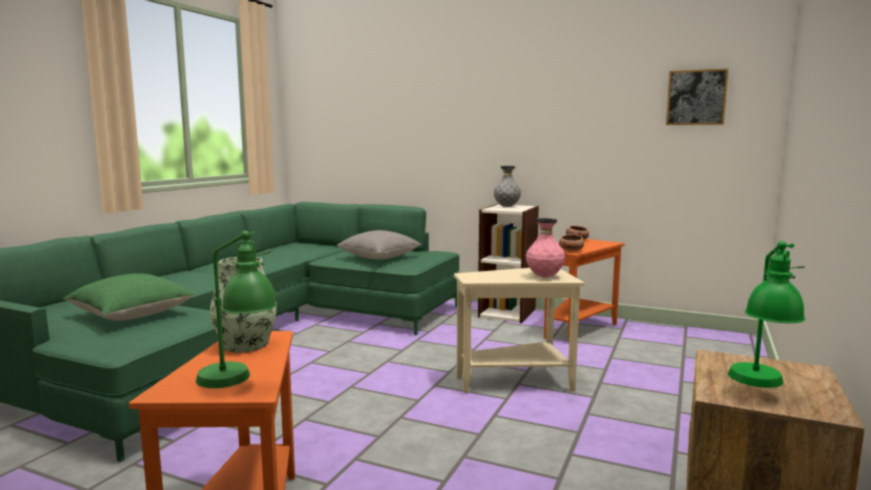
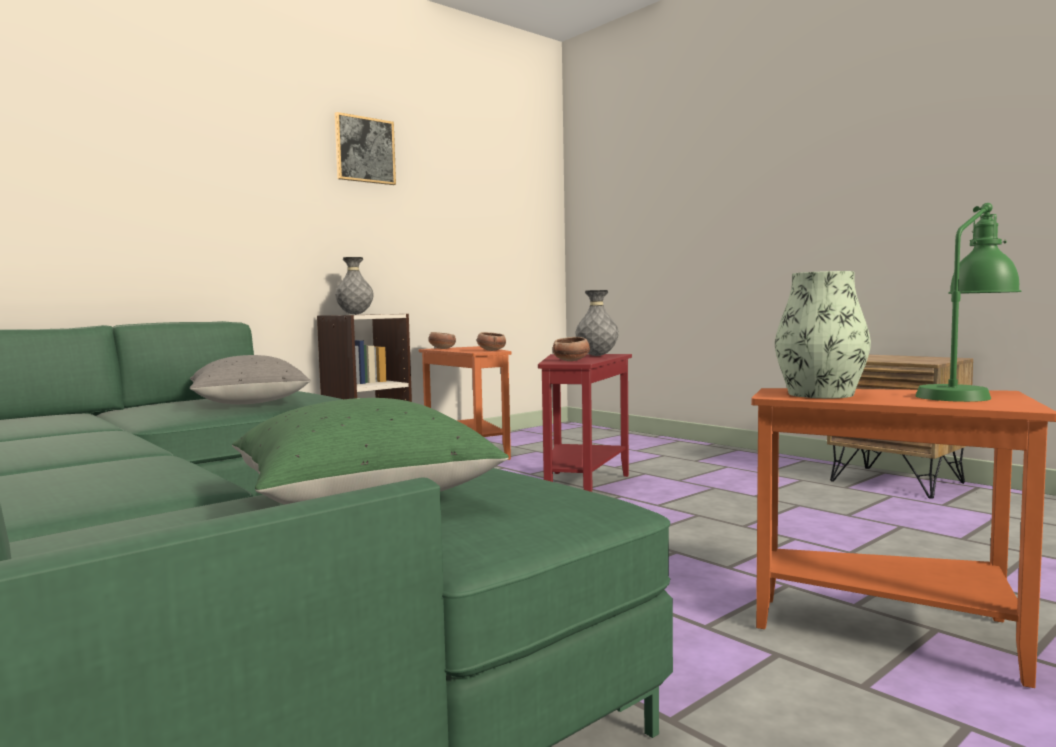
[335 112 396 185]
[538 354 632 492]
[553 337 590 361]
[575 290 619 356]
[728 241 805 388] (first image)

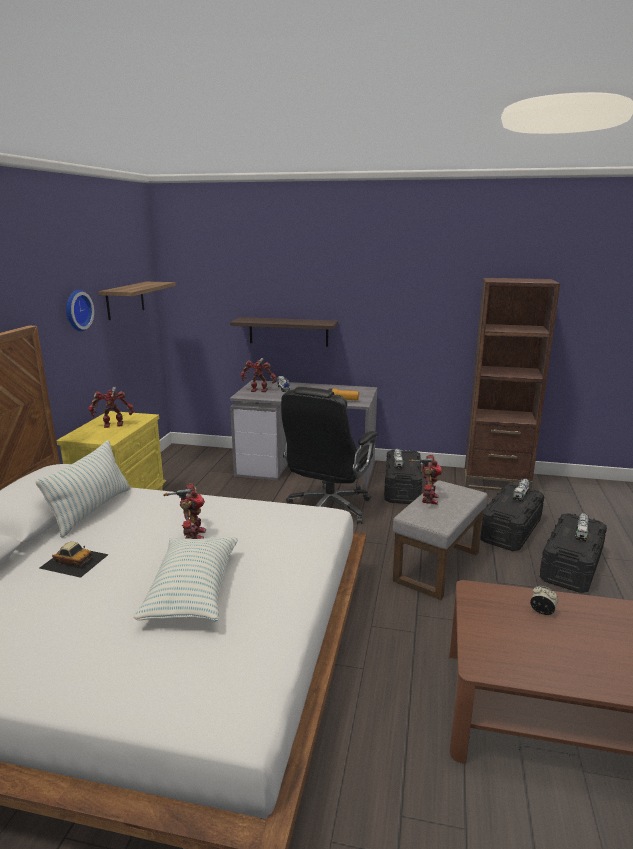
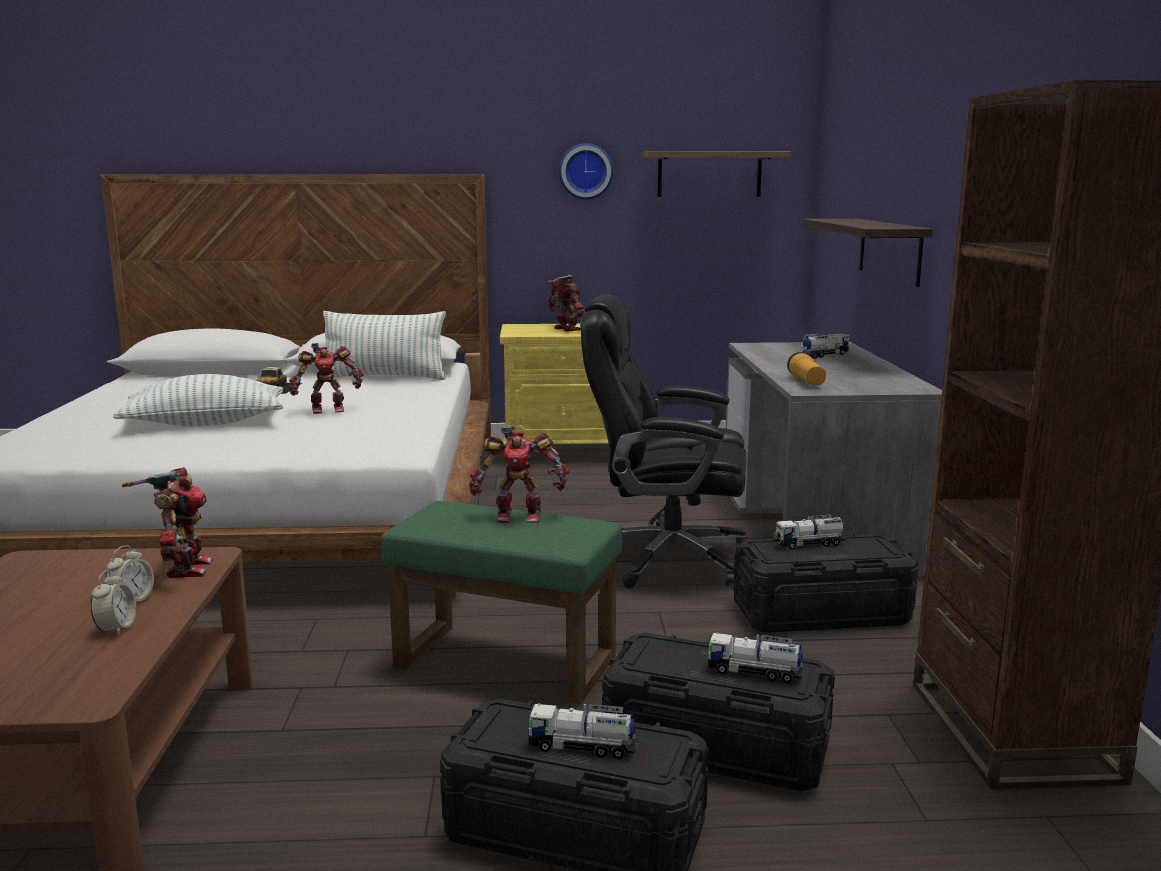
[90 570 137 636]
[122 467 213 578]
[381 501 622 704]

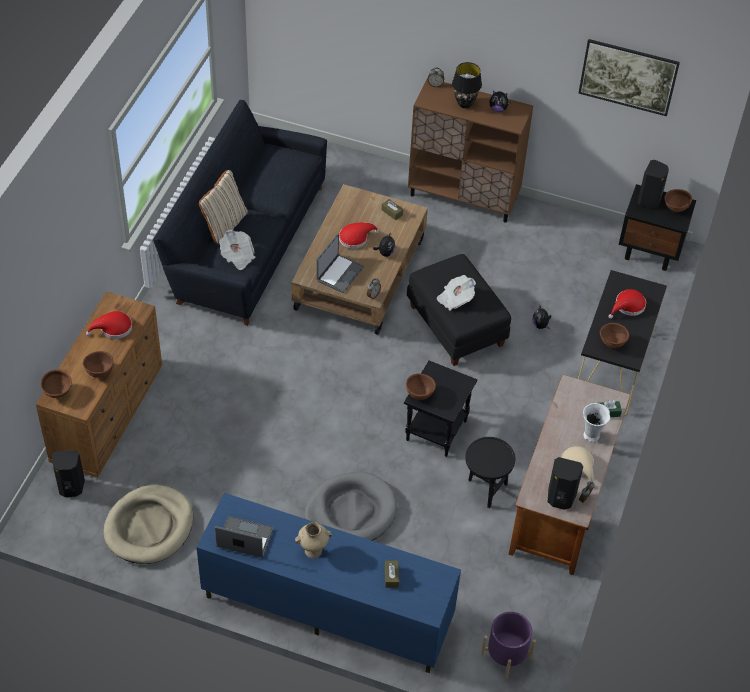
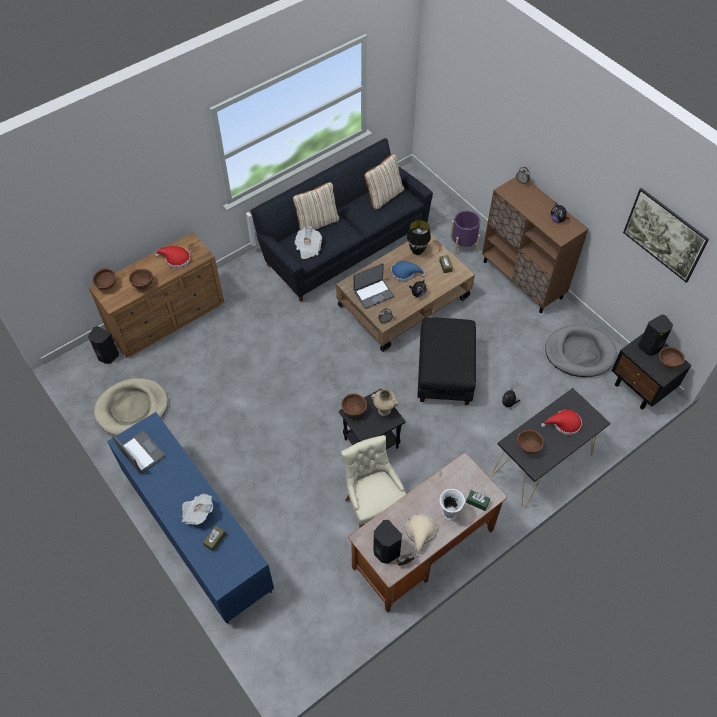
[182 493 213 525]
[341 435 406 528]
[364 154 404 210]
[371 389 399 416]
[391 261 425 282]
[407 220 431 255]
[450 211 480 254]
[545 325 617 377]

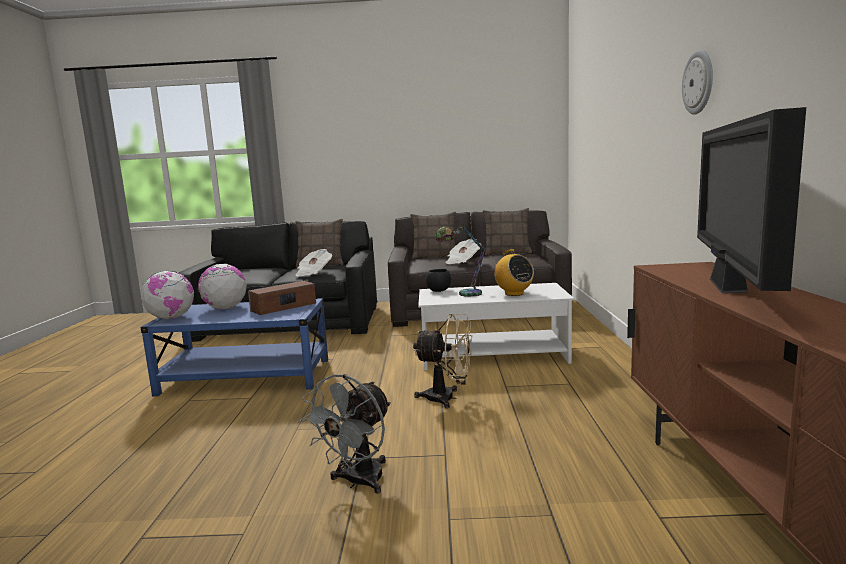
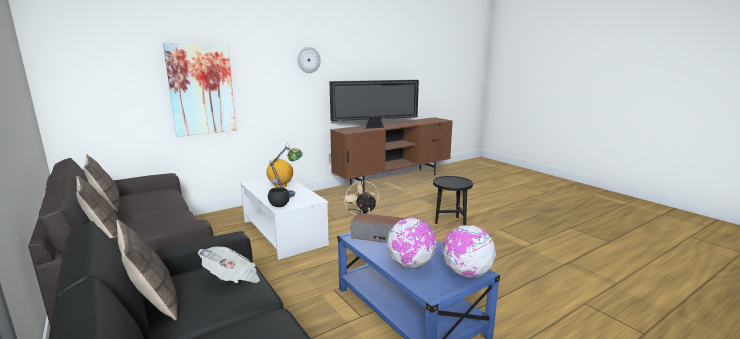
[163 43 236 137]
[433 176 473 226]
[445 239 482 264] (first image)

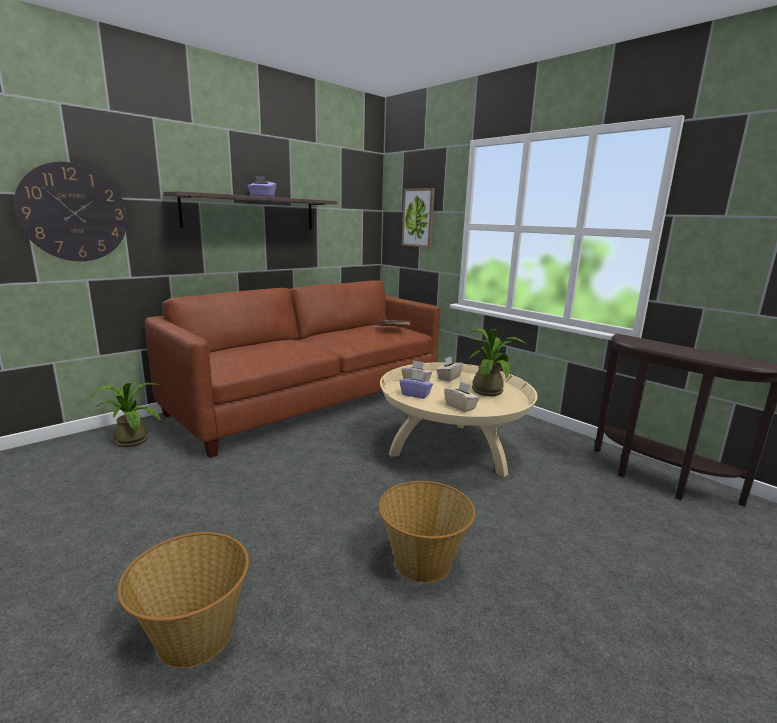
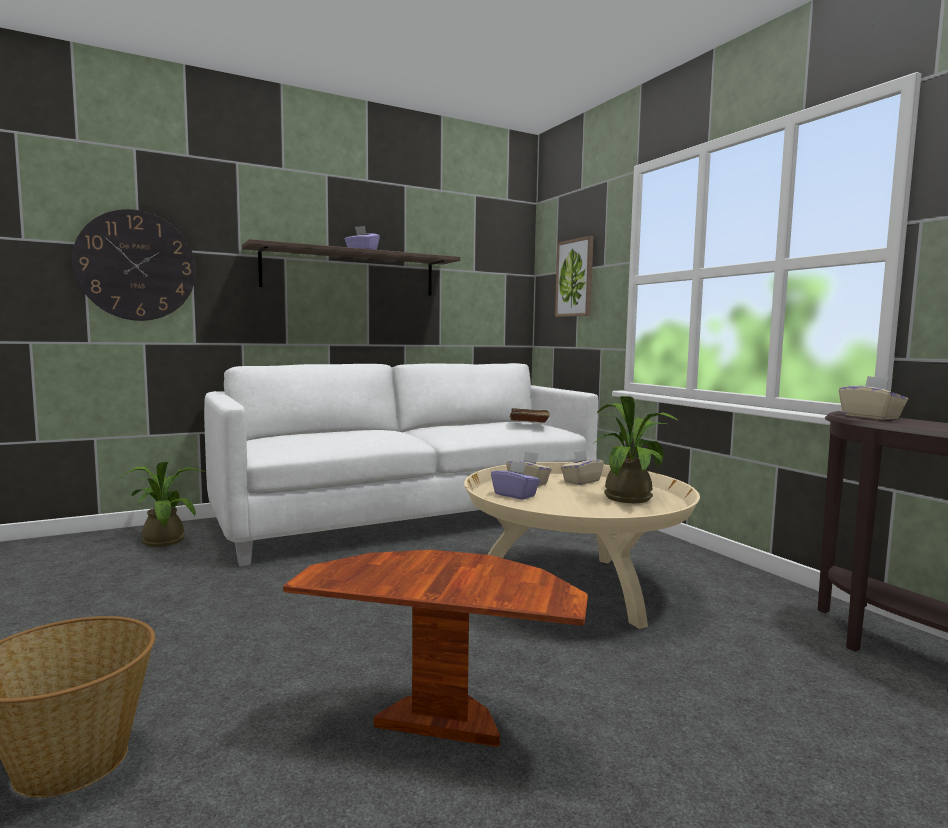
[204 363 598 567]
[283 550 588 747]
[839 376 908 420]

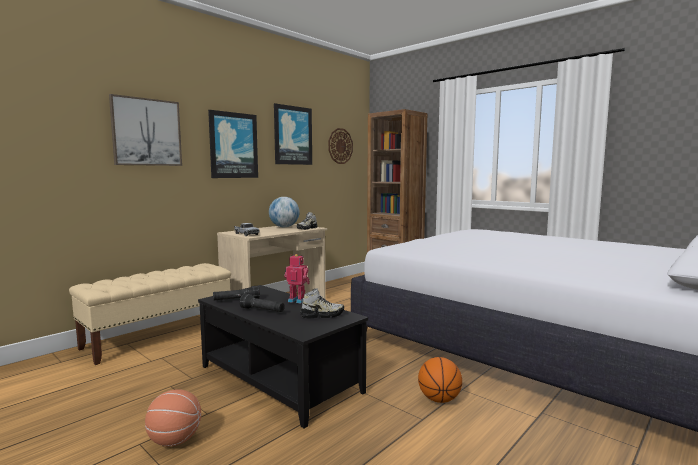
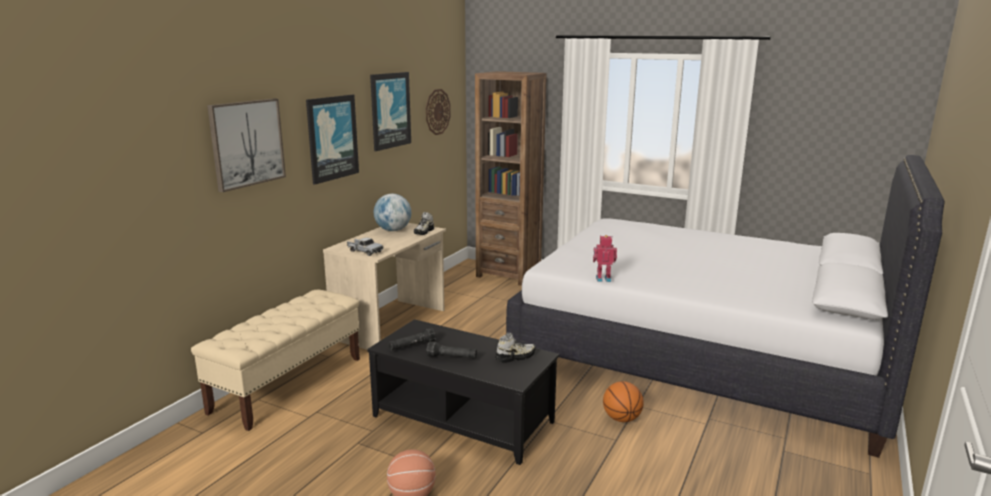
[593 235 617 282]

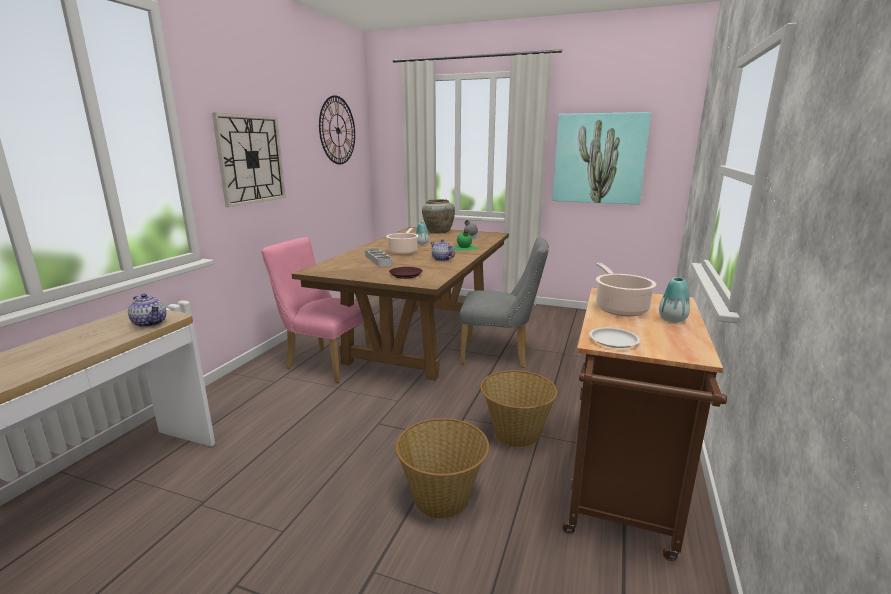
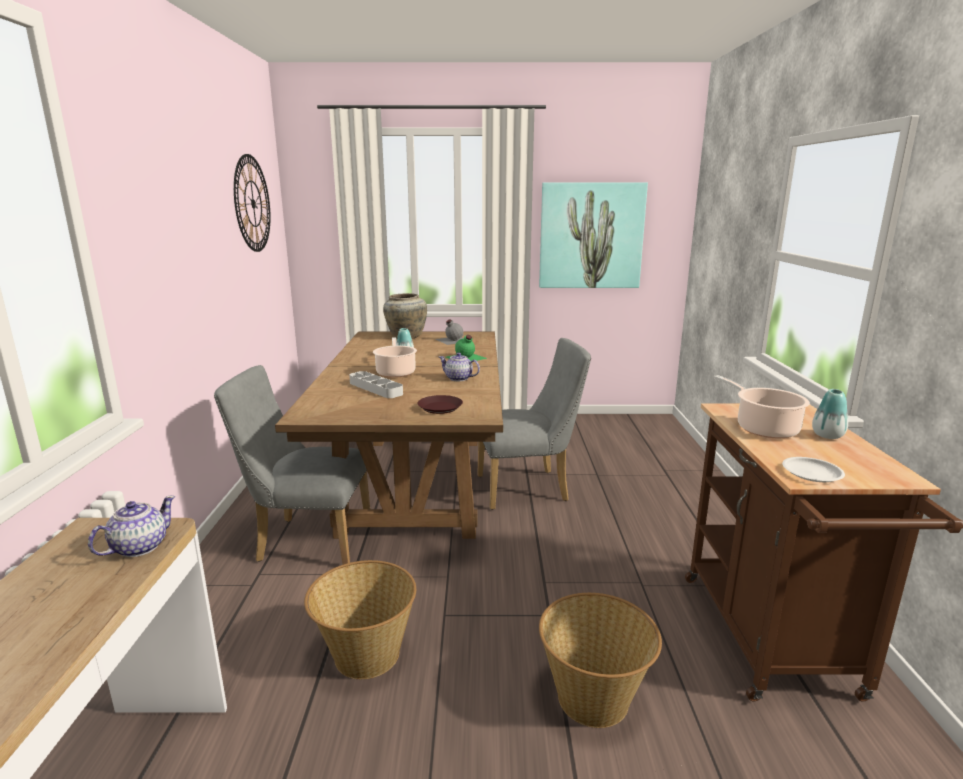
[88 496 175 557]
[214 365 370 565]
[304 560 416 679]
[212 113 286 207] (first image)

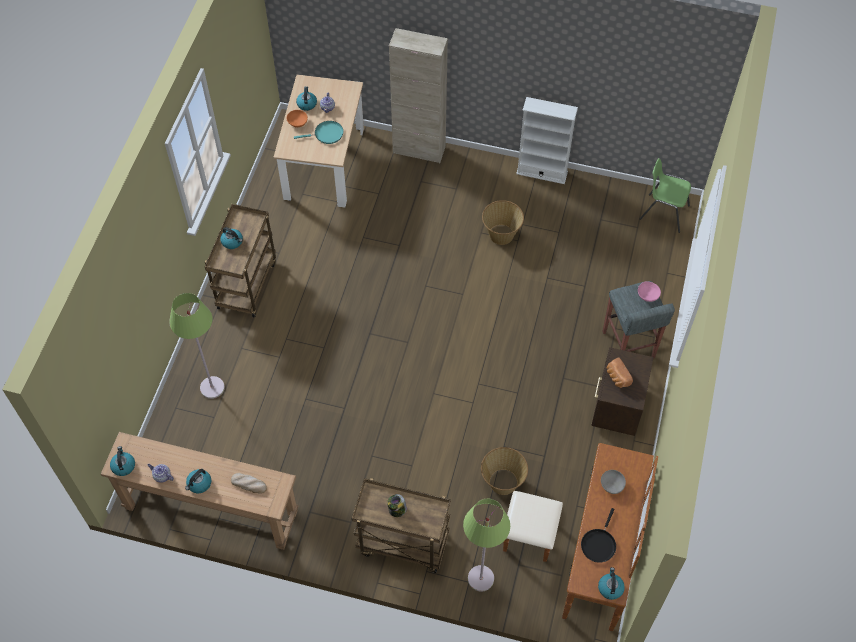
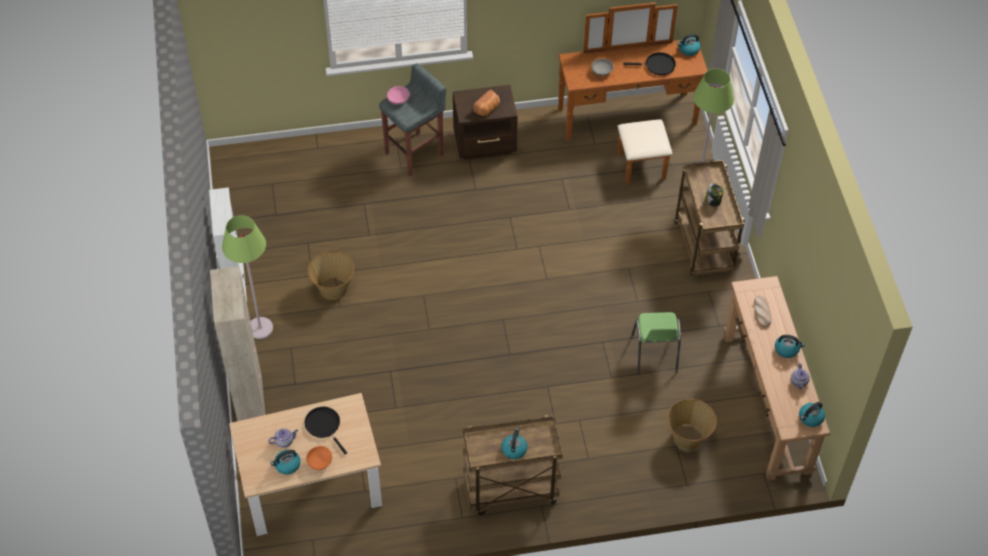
[222 215 273 339]
[304 407 347 454]
[632 312 681 375]
[667 399 717 450]

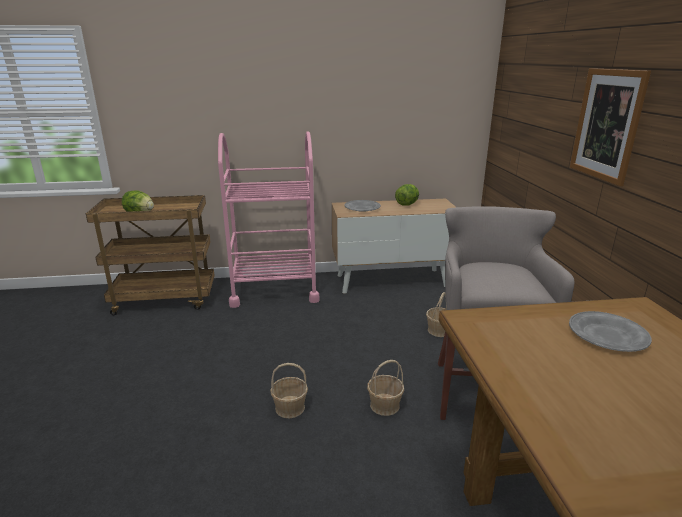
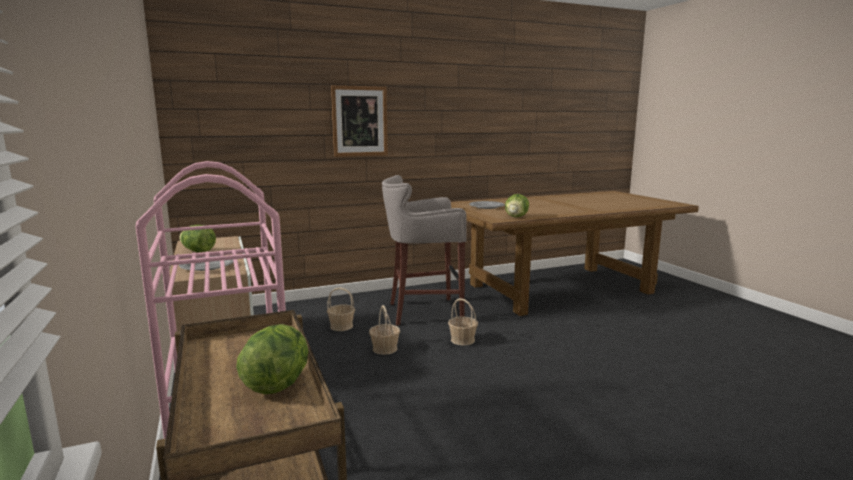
[369 305 400 355]
[505 194 529 217]

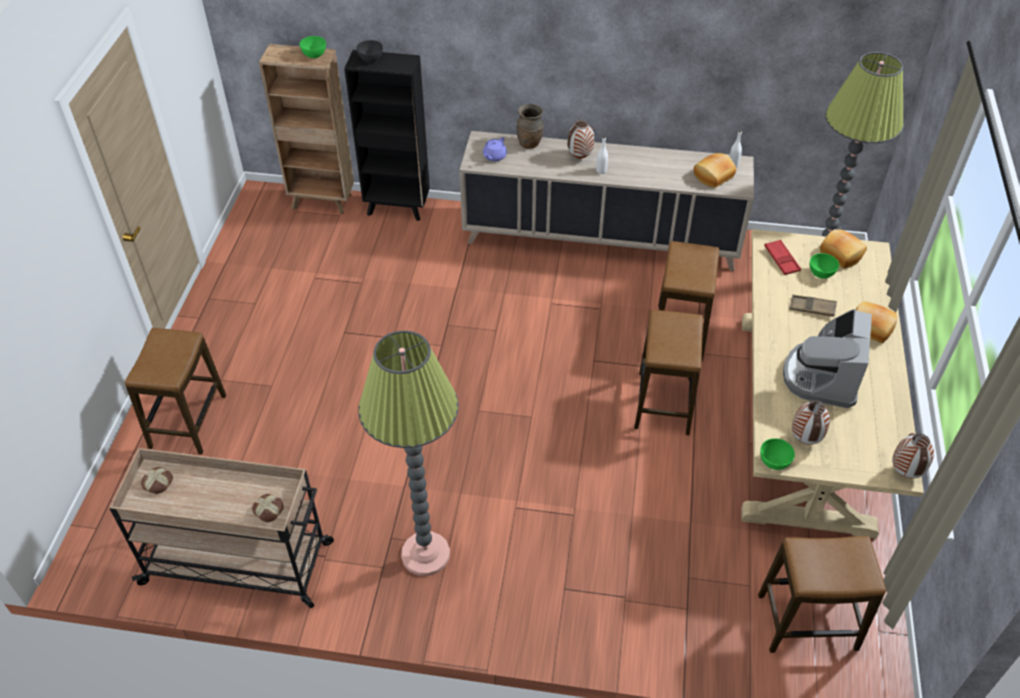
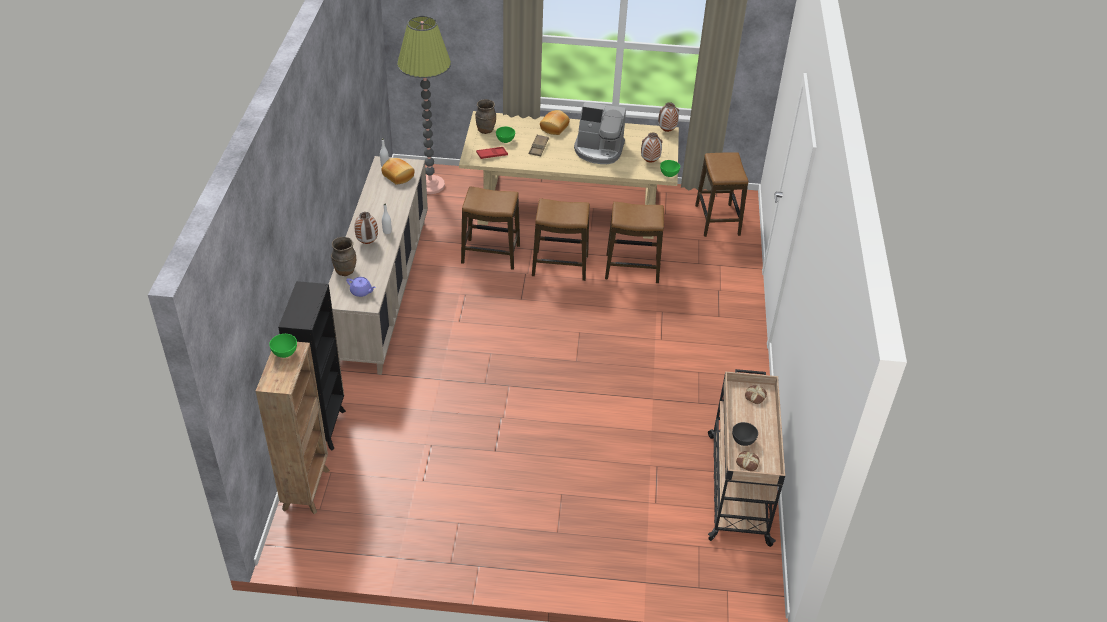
[475 99 496 134]
[605 202 664 283]
[732 422 758 446]
[358 331 459 576] (first image)

